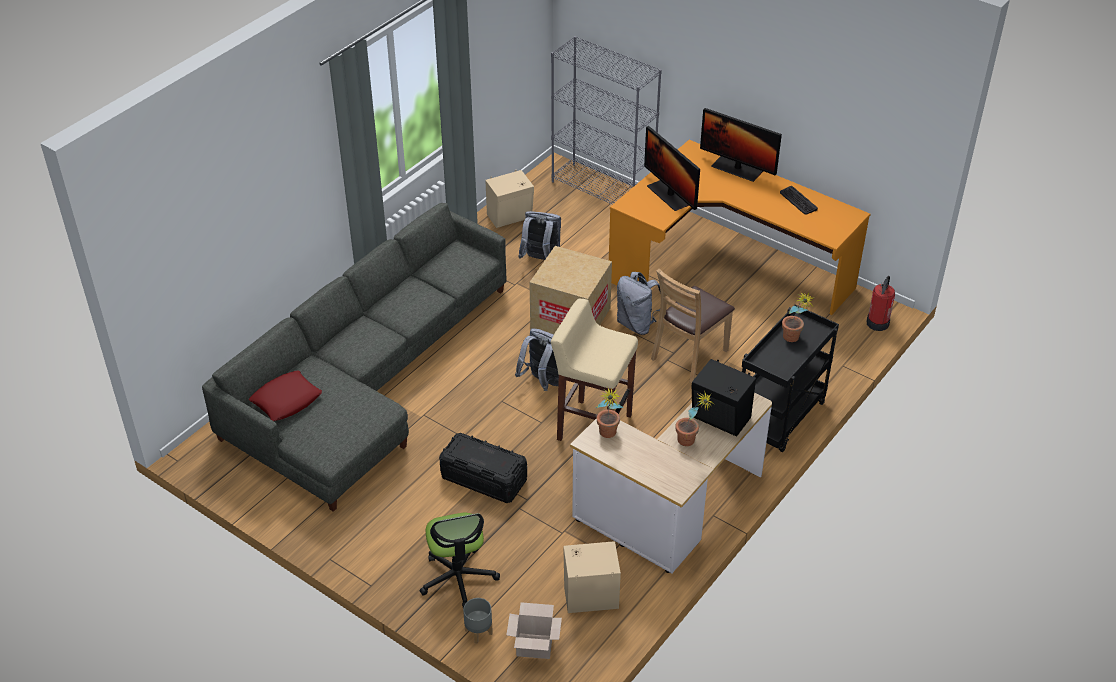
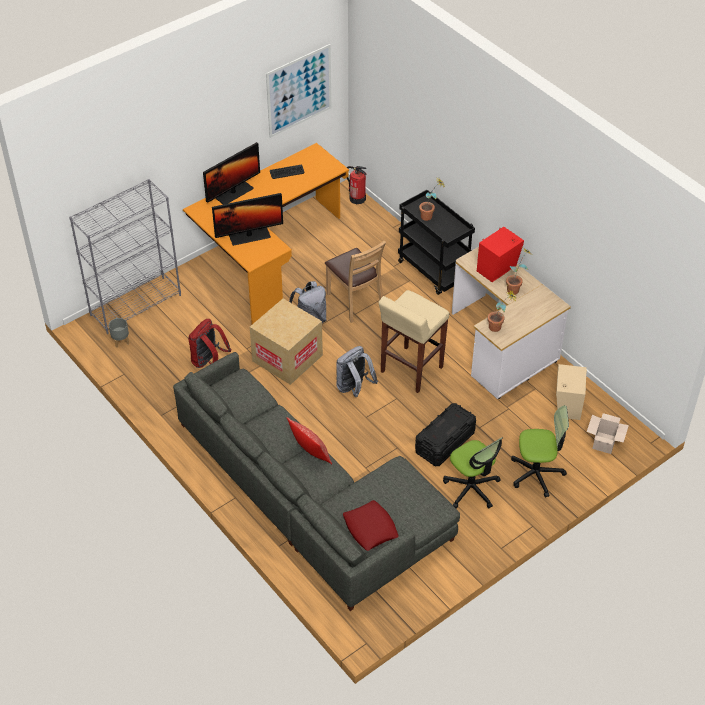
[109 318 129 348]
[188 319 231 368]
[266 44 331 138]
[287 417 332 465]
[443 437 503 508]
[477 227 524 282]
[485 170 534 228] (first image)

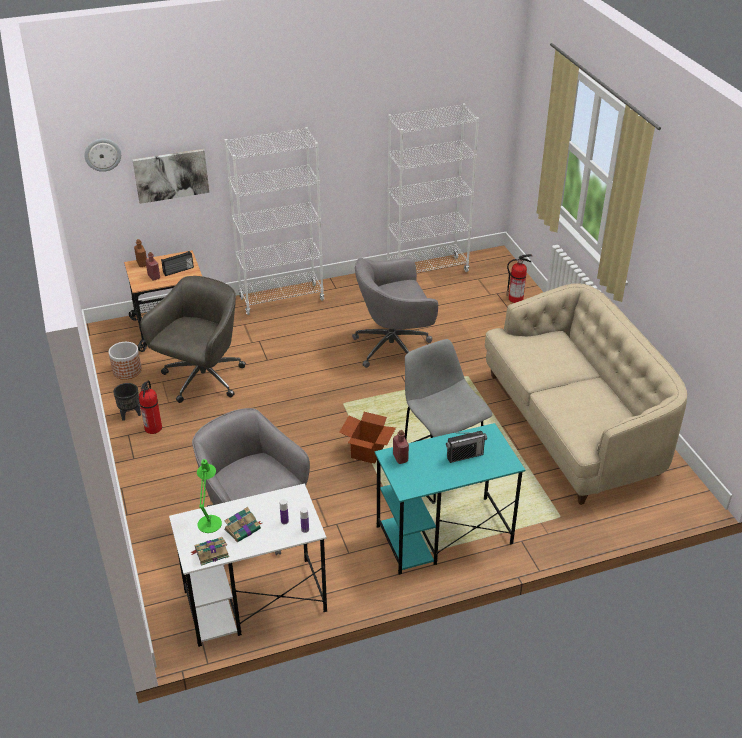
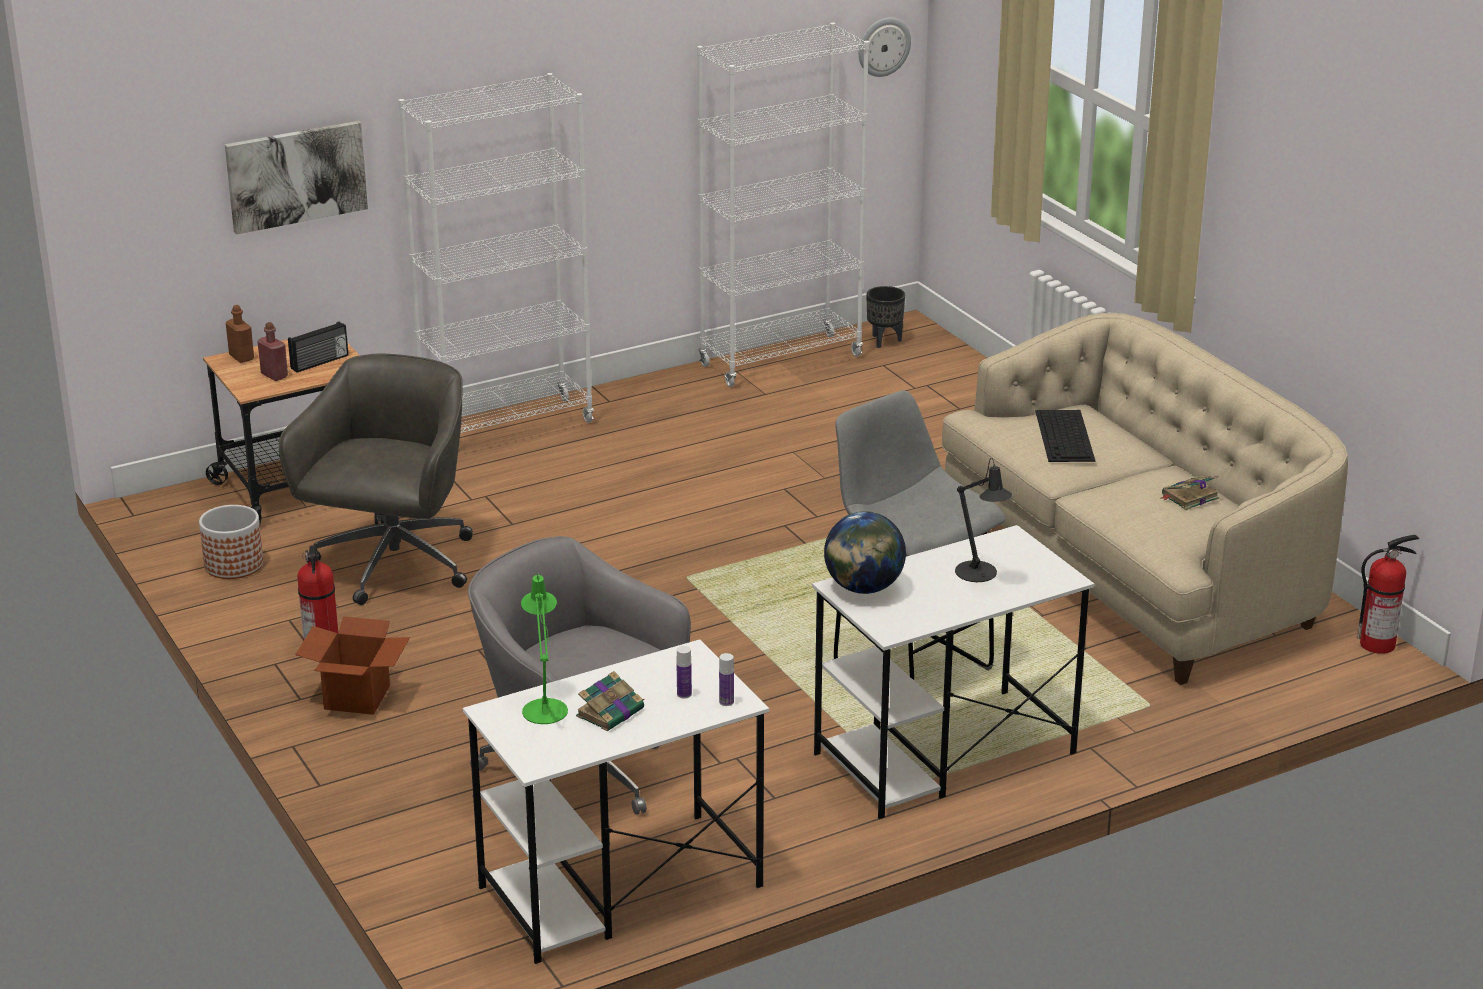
[295 616 410 715]
[812 525 1094 819]
[824 511 906 594]
[859 18 911 77]
[866 286 905 348]
[955 458 1013 582]
[1035 410 1095 462]
[1161 476 1219 510]
[1357 535 1419 654]
[352 258 438 368] (first image)

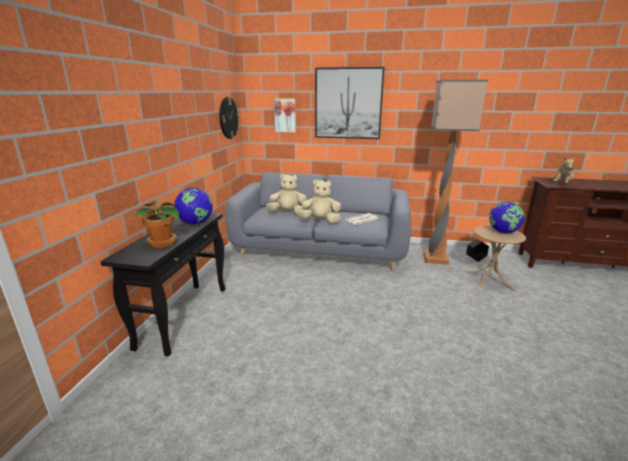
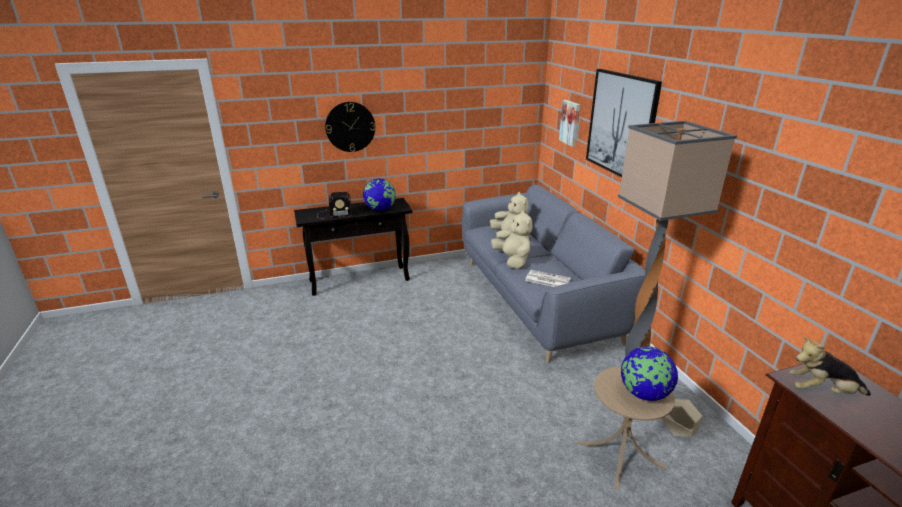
[317 192 352 219]
[325 102 375 152]
[662 399 702 437]

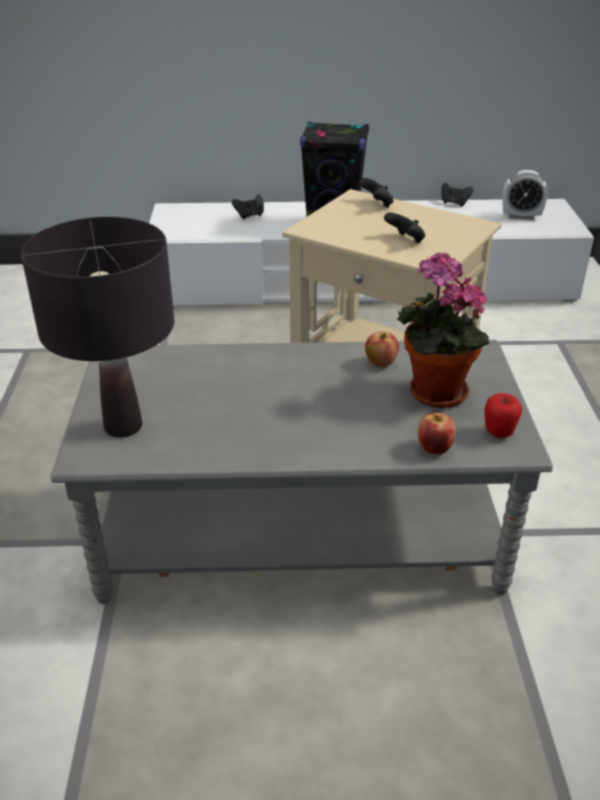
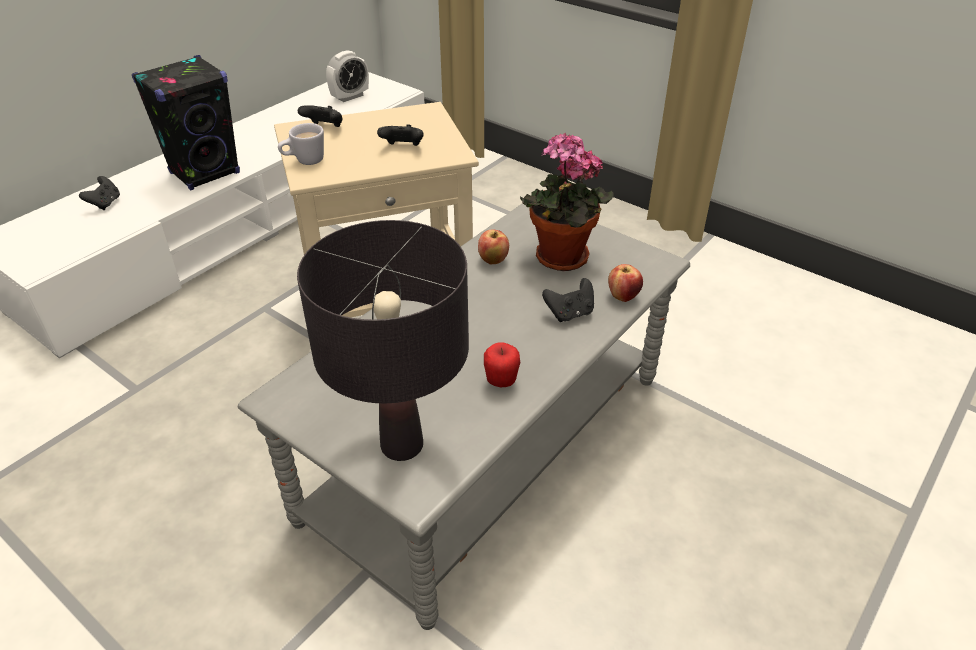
[278 123 324 165]
[484 342 520 387]
[542 278 594 322]

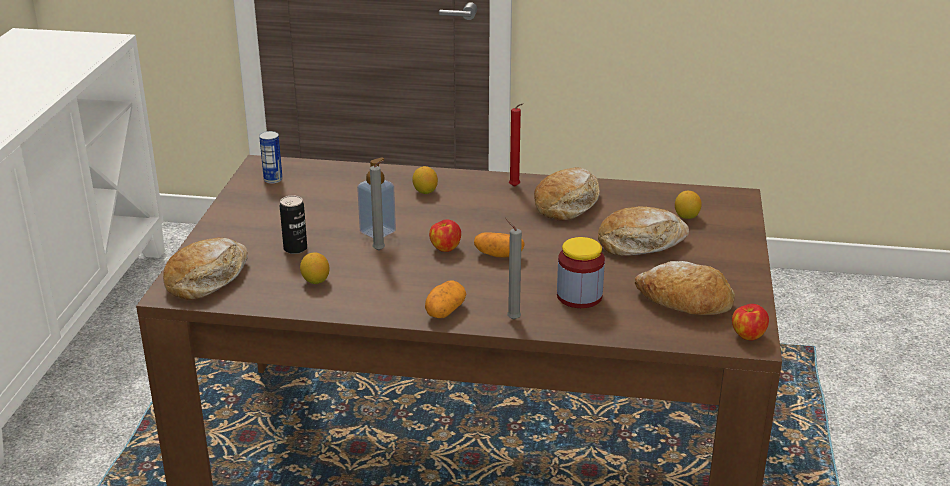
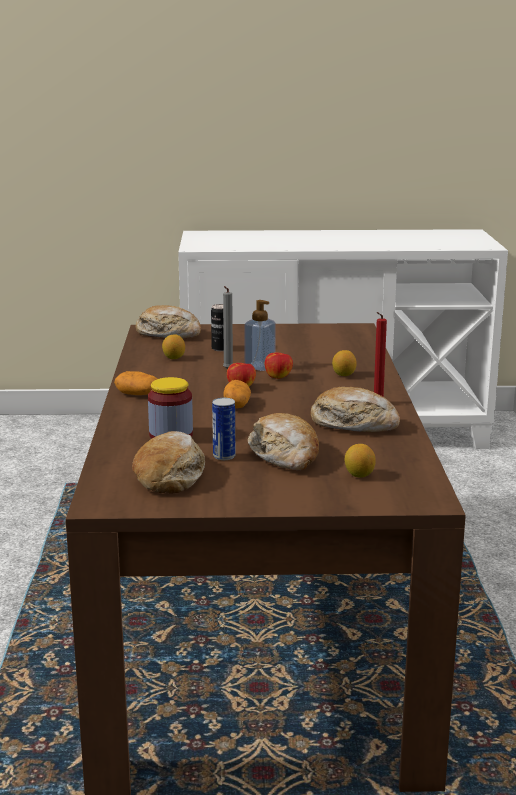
[212 398 235 460]
[265 353 293 379]
[505 218 522 320] (first image)

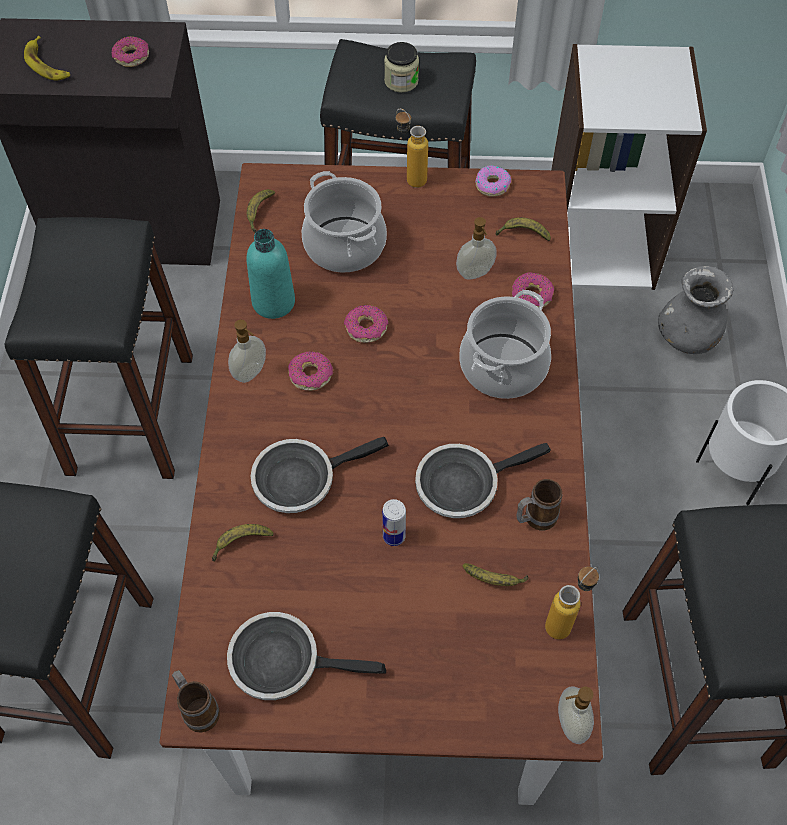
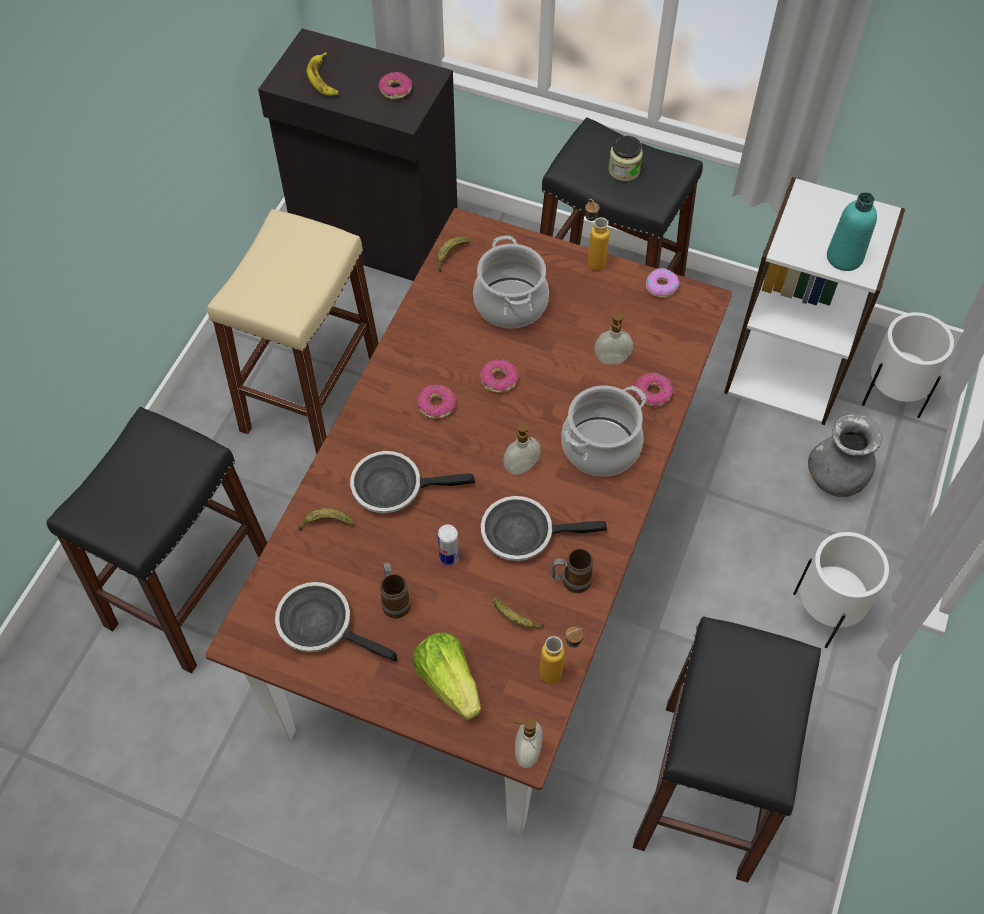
[207 209 379 455]
[380 562 411 619]
[413 632 481 720]
[503 423 540 475]
[827 192 877 271]
[862 312 954 418]
[495 217 551 241] (first image)

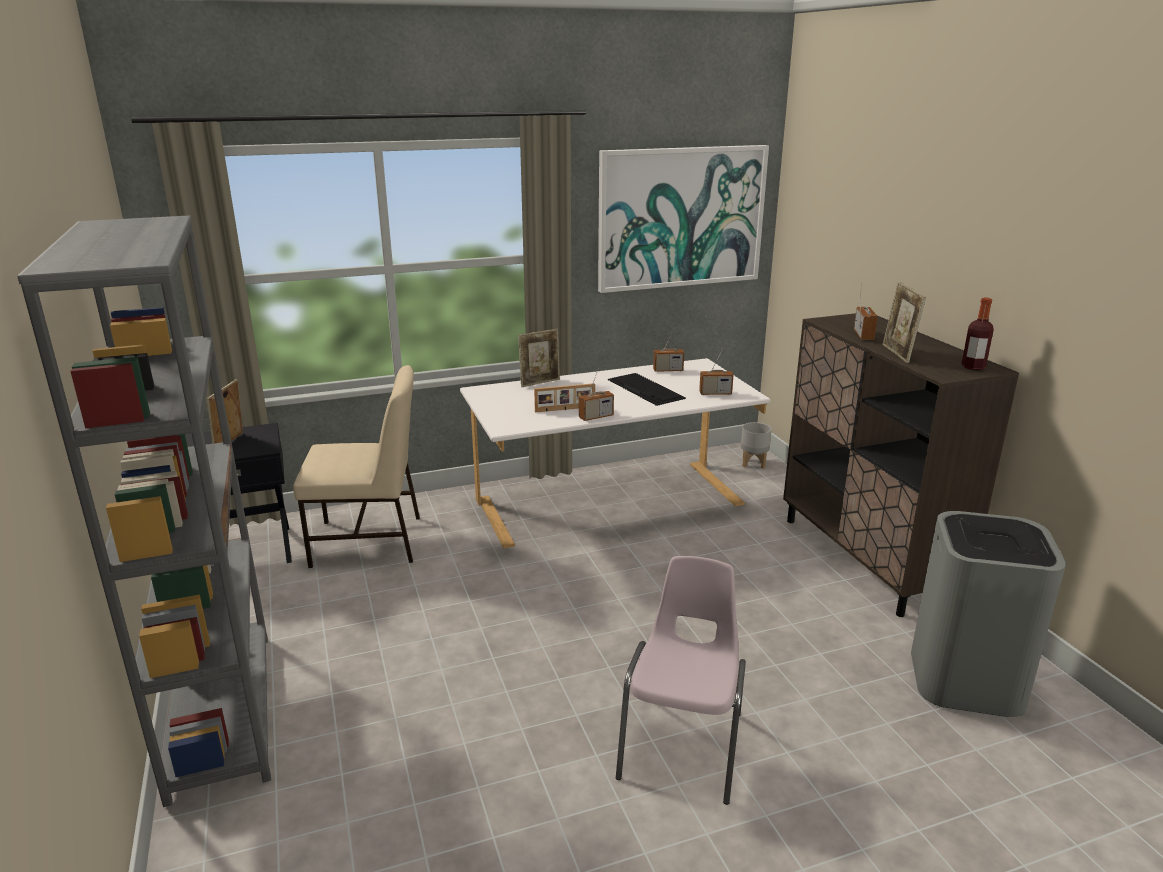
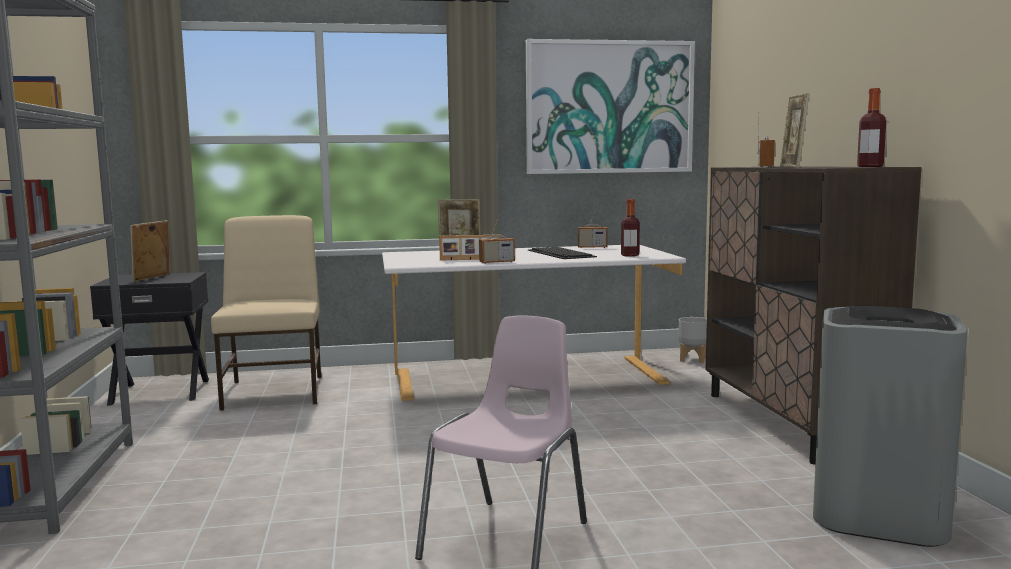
[211 215 321 411]
[621 199 640 257]

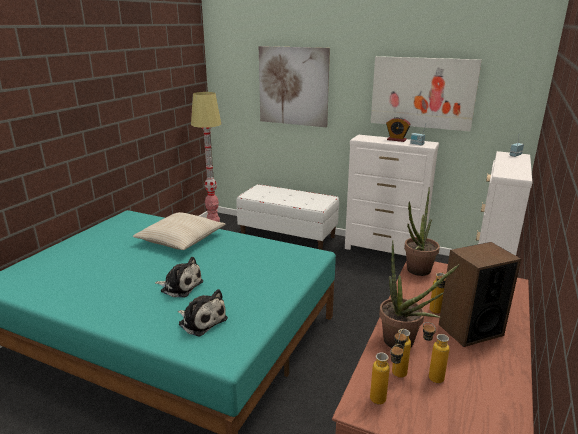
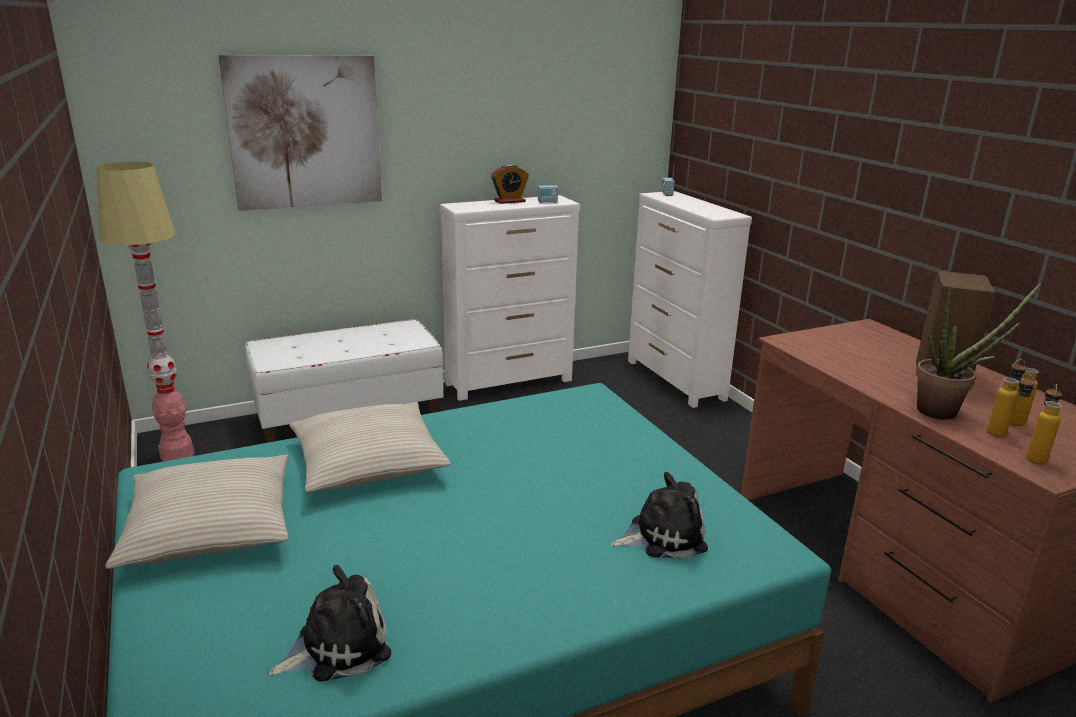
[106 454 289 569]
[269 565 391 682]
[371 56 482 131] (first image)
[404 187 440 276] (first image)
[429 272 446 314] (first image)

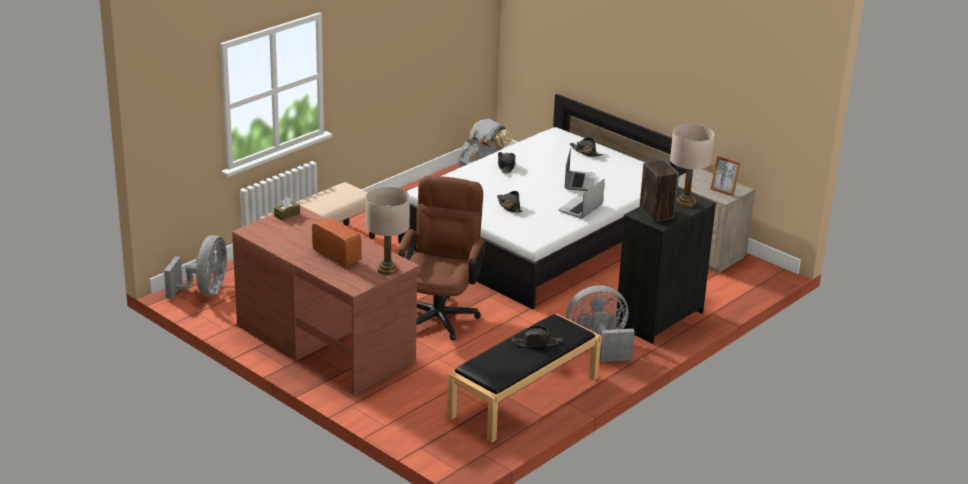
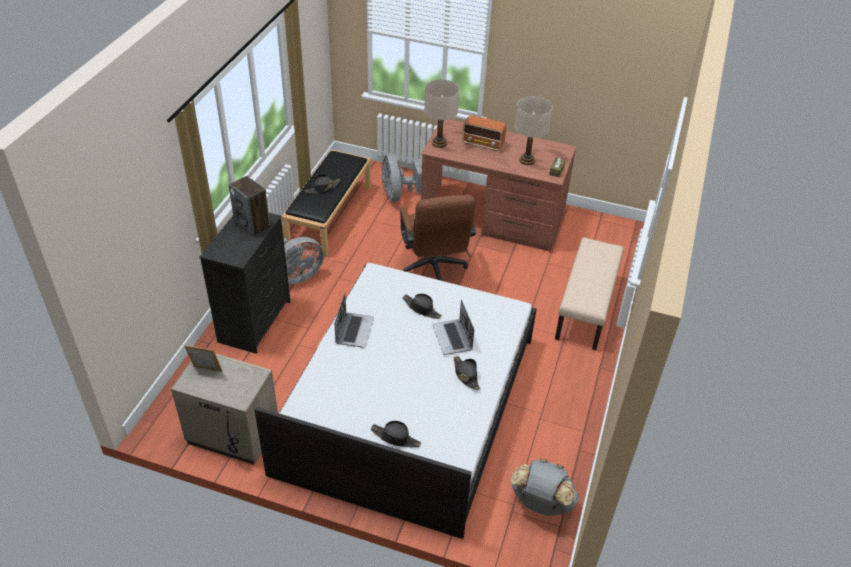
[382 154 422 202]
[432 300 474 355]
[514 96 553 165]

